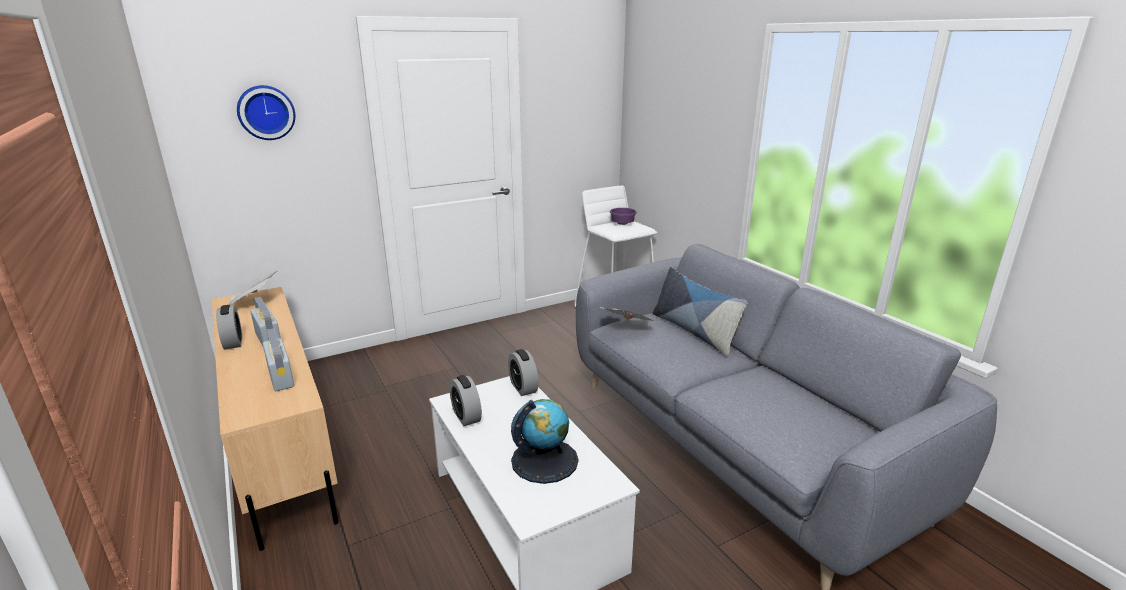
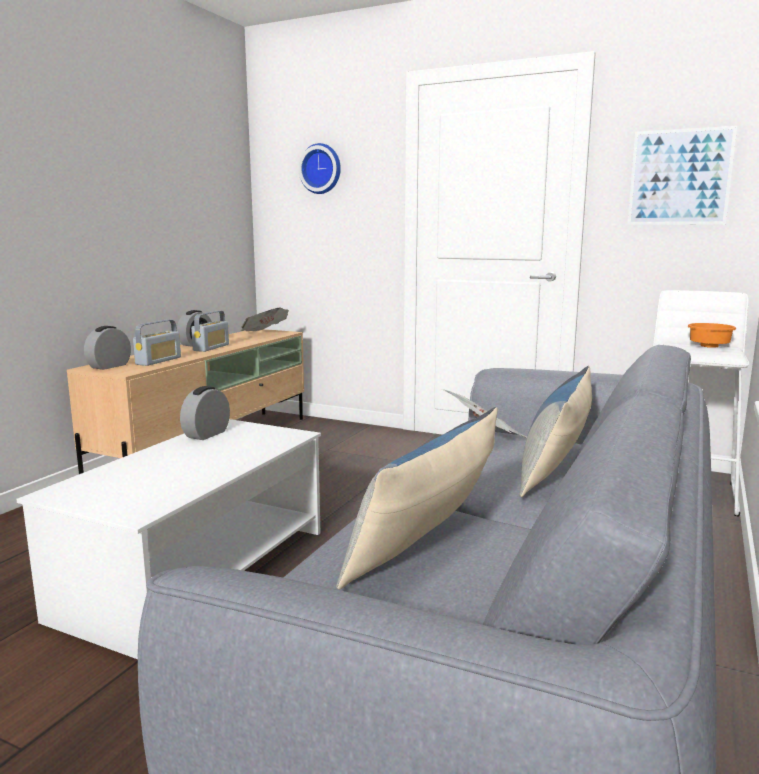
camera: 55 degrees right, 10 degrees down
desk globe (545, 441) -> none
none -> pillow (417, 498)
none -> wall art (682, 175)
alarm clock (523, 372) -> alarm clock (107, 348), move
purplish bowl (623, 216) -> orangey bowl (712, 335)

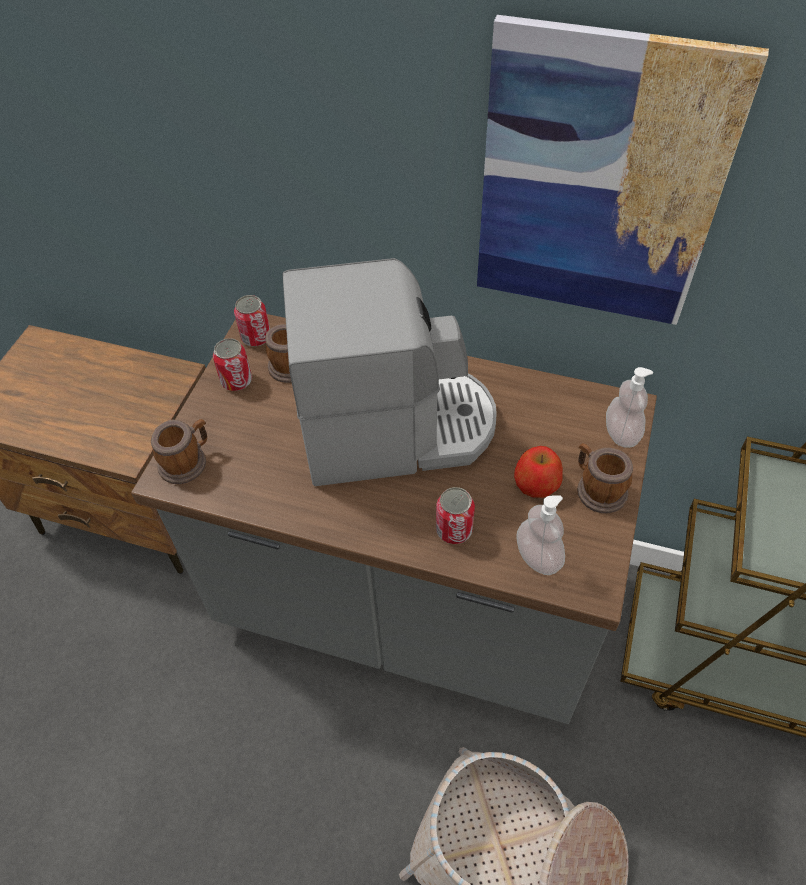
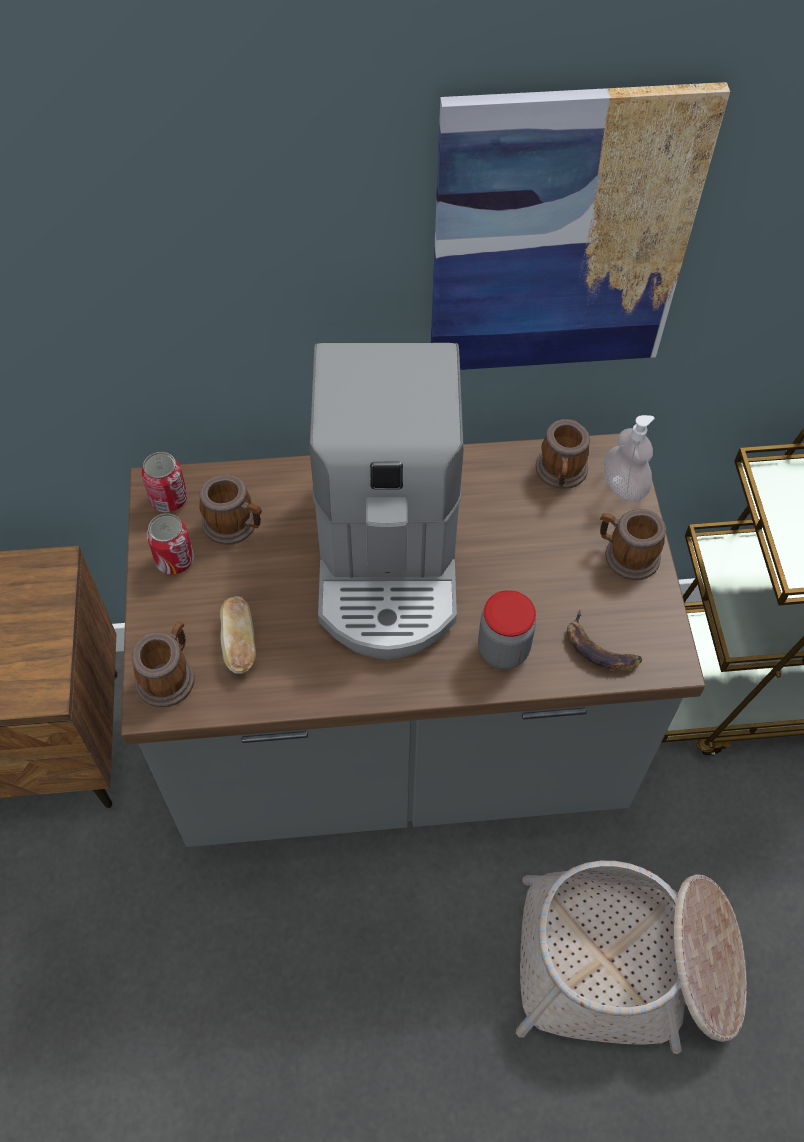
camera: 25 degrees left, 5 degrees up
apple (538, 472) -> none
none -> baked bread (238, 635)
none -> mug (563, 454)
metal can (455, 515) -> storage jar (507, 629)
liquid soap bottle (540, 535) -> banana (604, 640)
coffee brewer (390, 372) -> coffee brewer (387, 501), 120 degrees clockwise

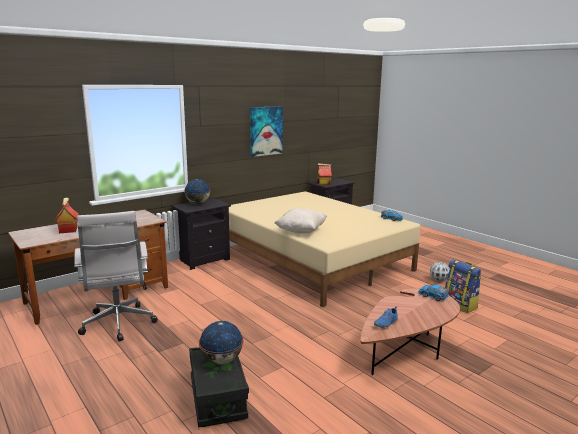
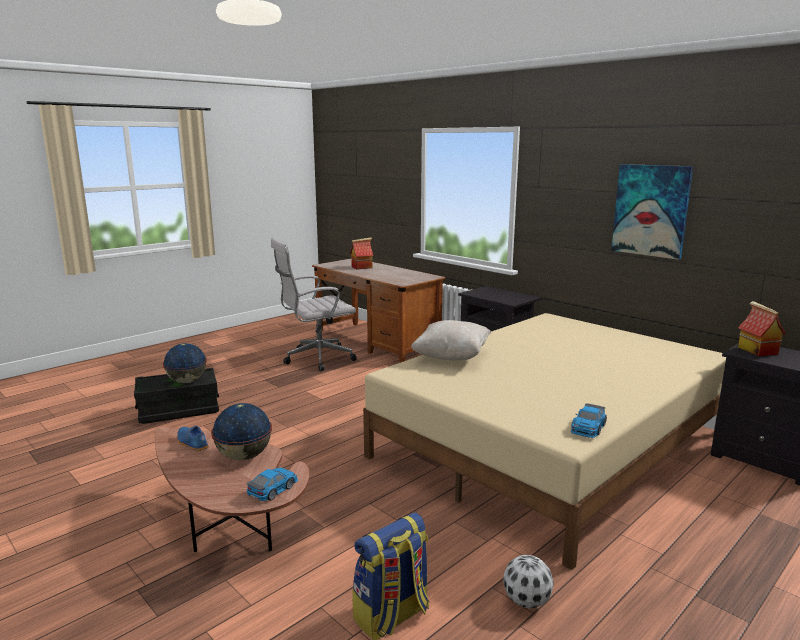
camera: 85 degrees right, 0 degrees up
desk globe (197, 191) -> desk globe (241, 432), move

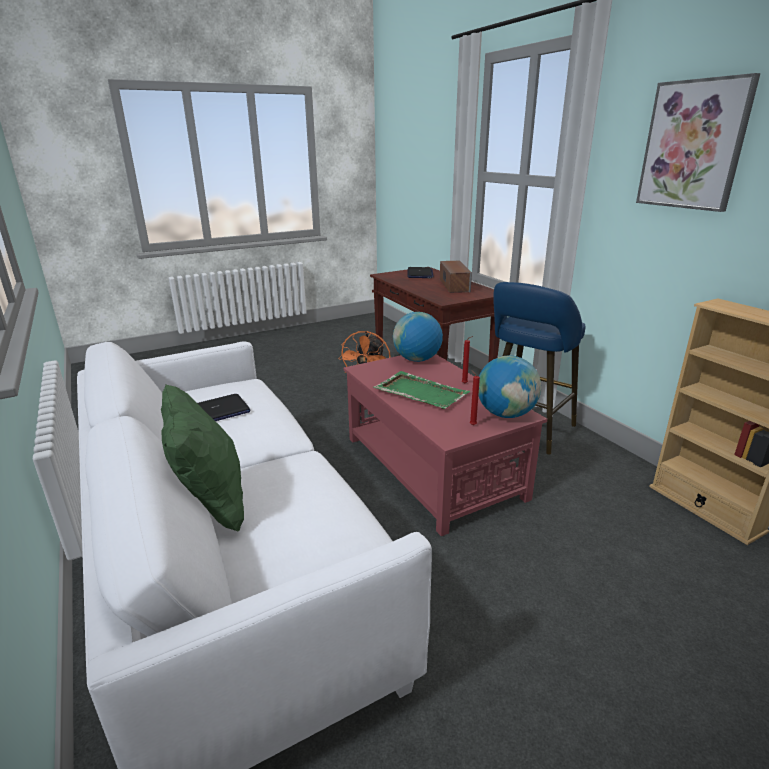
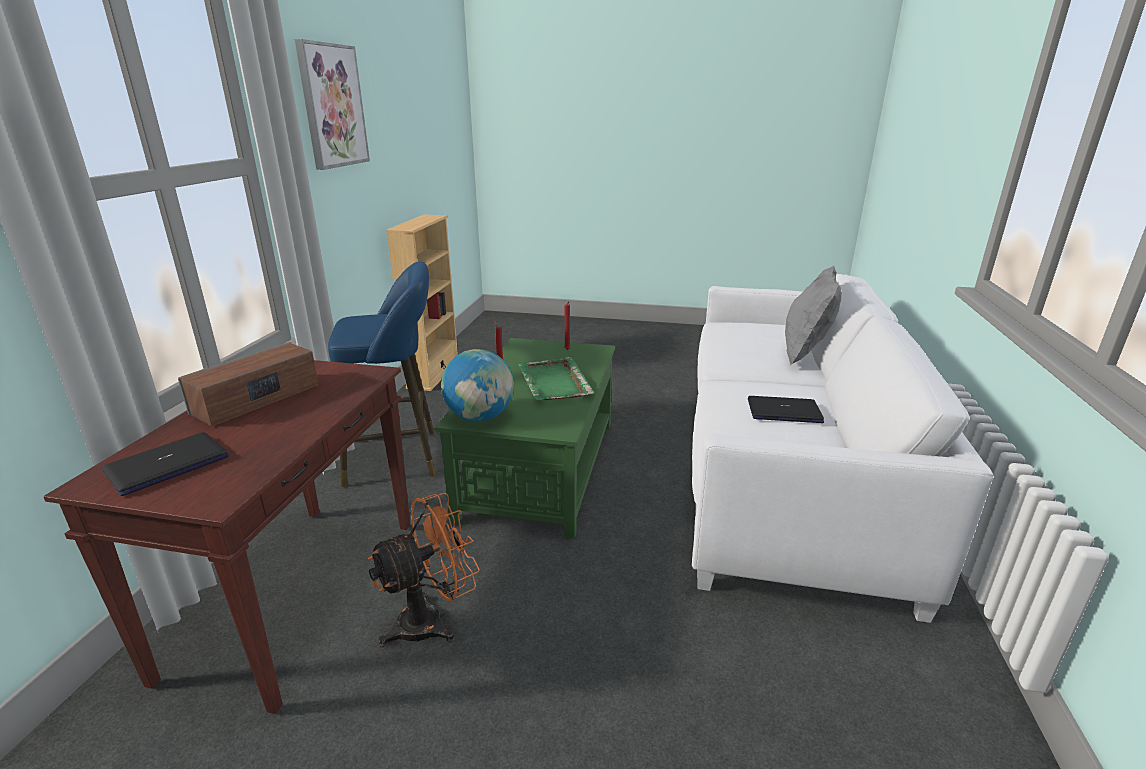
camera: 140 degrees left, 0 degrees up
desk globe (509, 386) -> none
green pillow (202, 457) -> grey pillow (813, 315)
reddish low table (445, 445) -> green low table (525, 438)

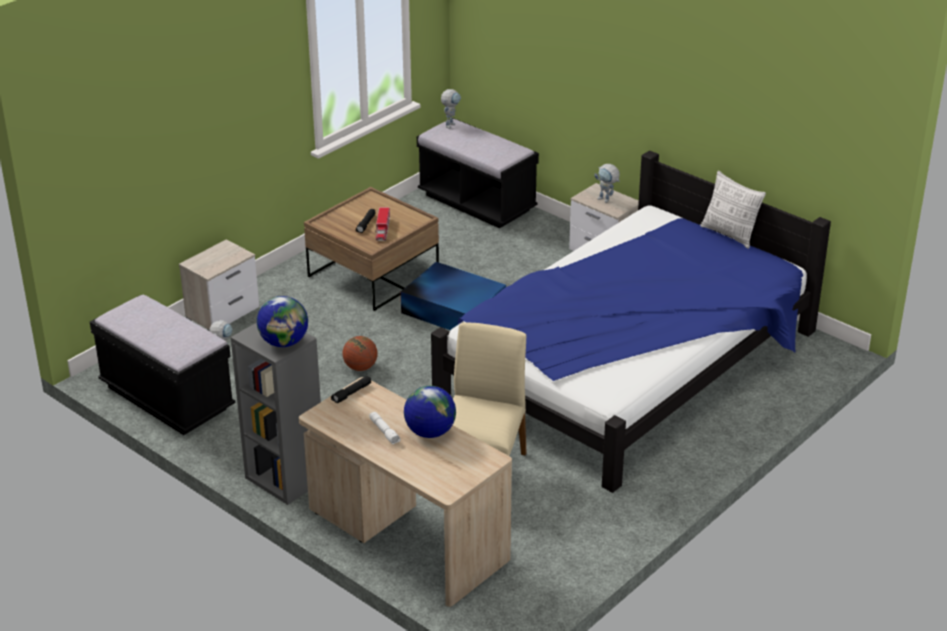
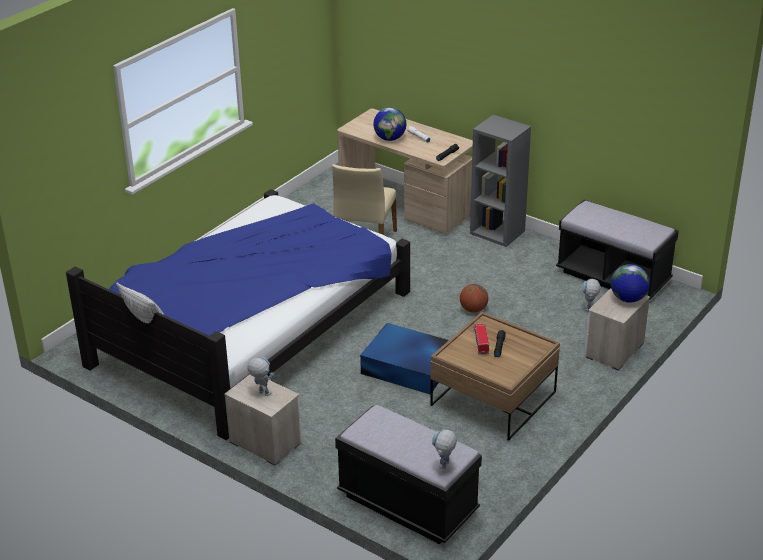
camera: 175 degrees right, 0 degrees up
desk globe (282, 321) -> desk globe (630, 283), move

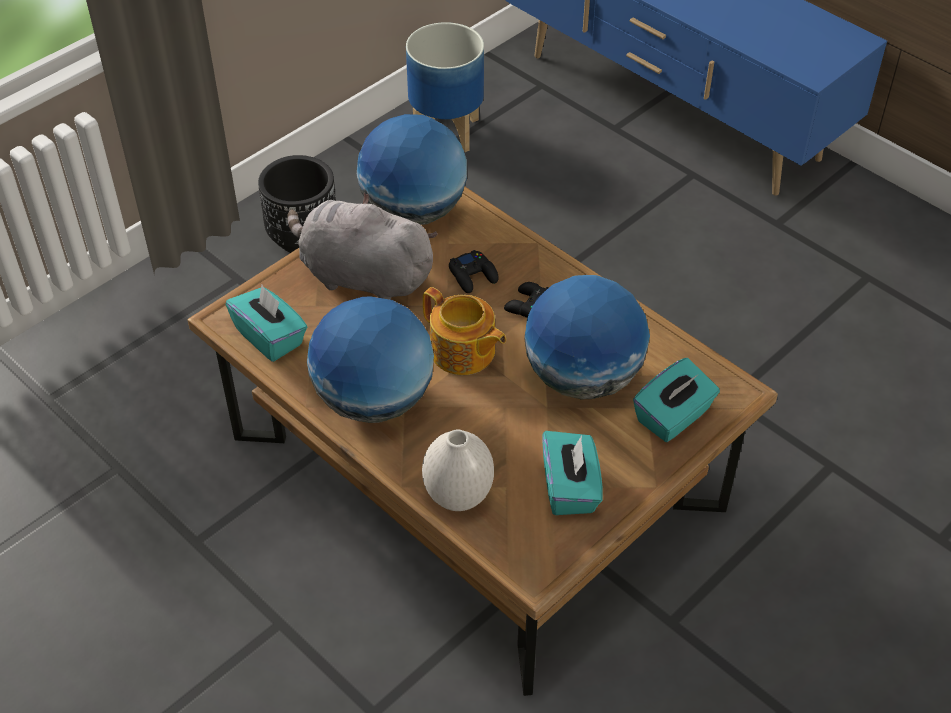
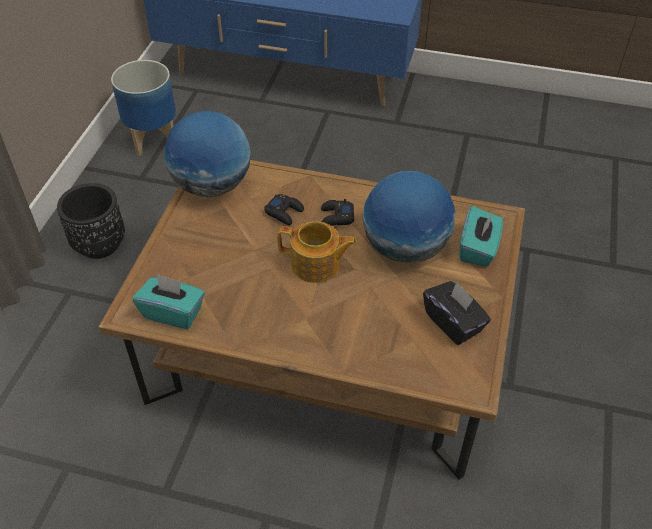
camera: 30 degrees left, 0 degrees up
grey cuddly toy (362, 246) -> none
desk globe (370, 359) -> none
white-coloured decorative vase (458, 470) -> none
turquoise tissue holder (572, 473) -> black tissue holder (457, 313)

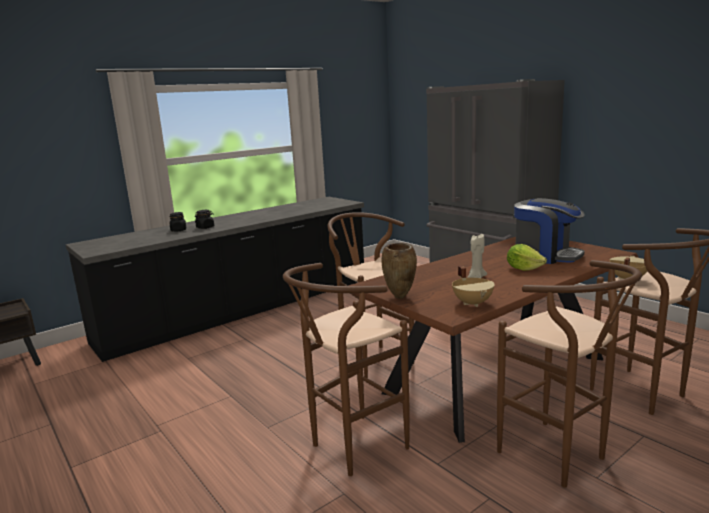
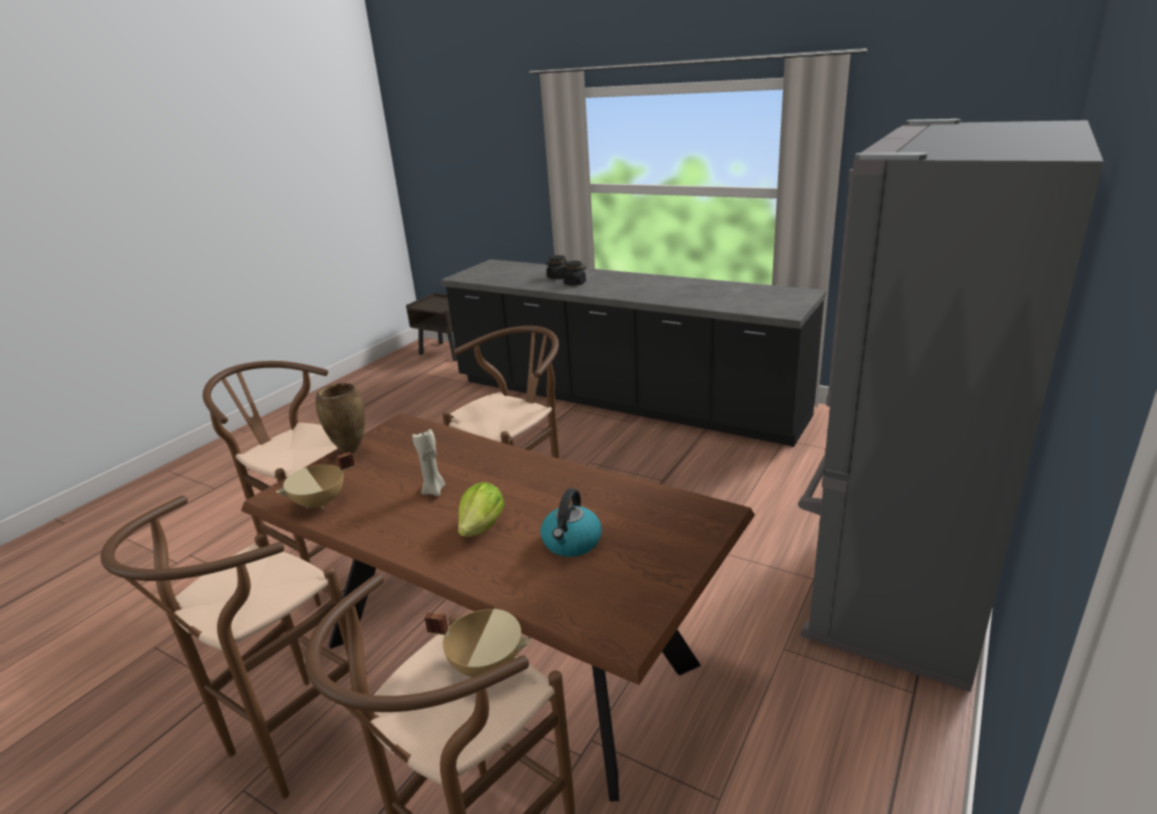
camera: 70 degrees right, 10 degrees up
coffee brewer (549, 231) -> water kettle (571, 522)

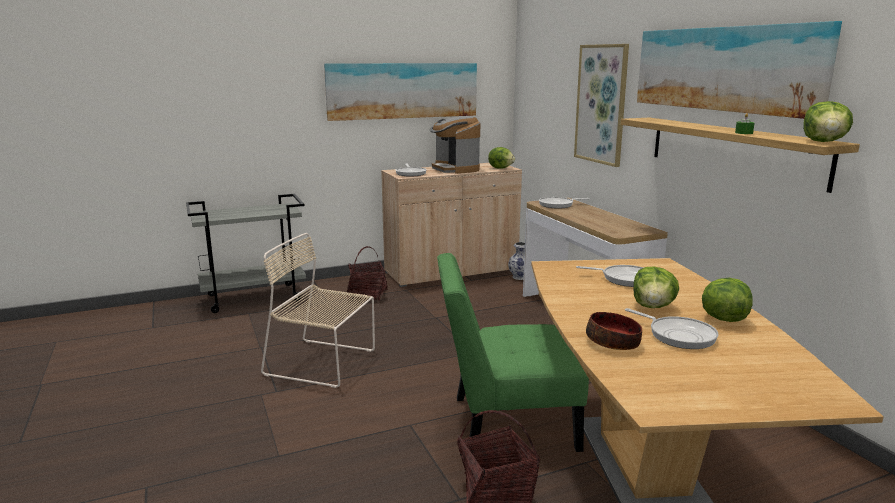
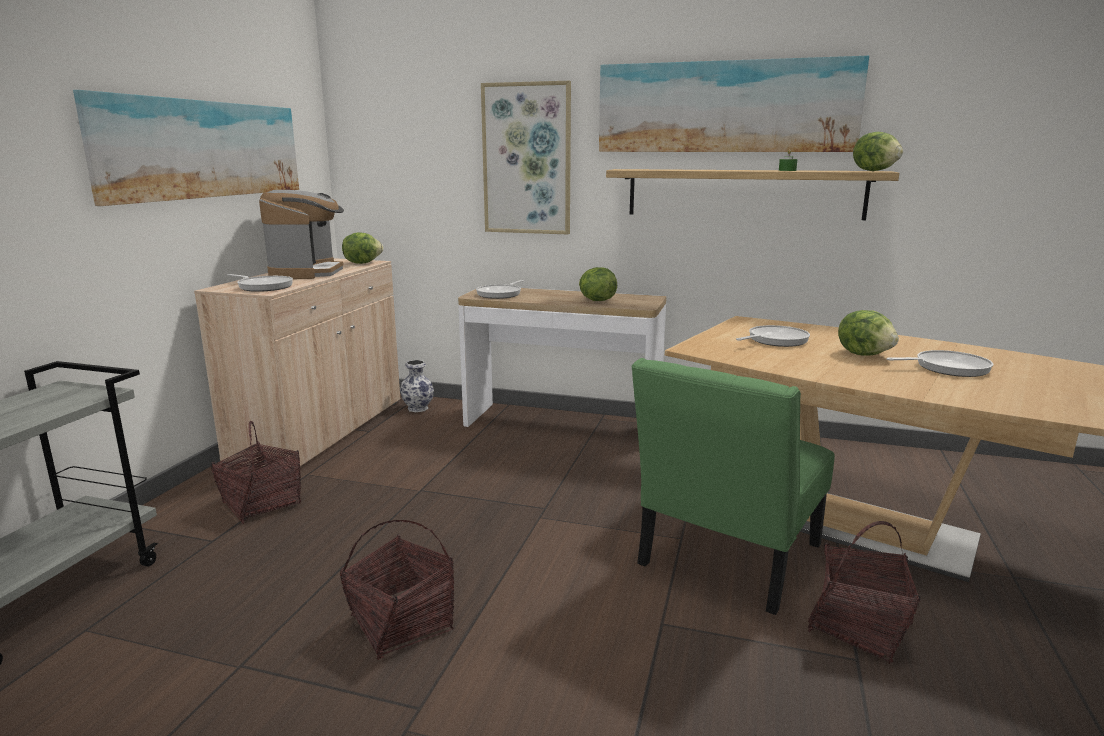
camera: 50 degrees left, 0 degrees up
bowl (614, 331) -> none
head of lettuce (727, 300) -> head of lettuce (598, 284), move
beige chair (318, 310) -> basket (397, 590)
coffee brewer (455, 145) -> coffee brewer (301, 234), 105 degrees counterclockwise

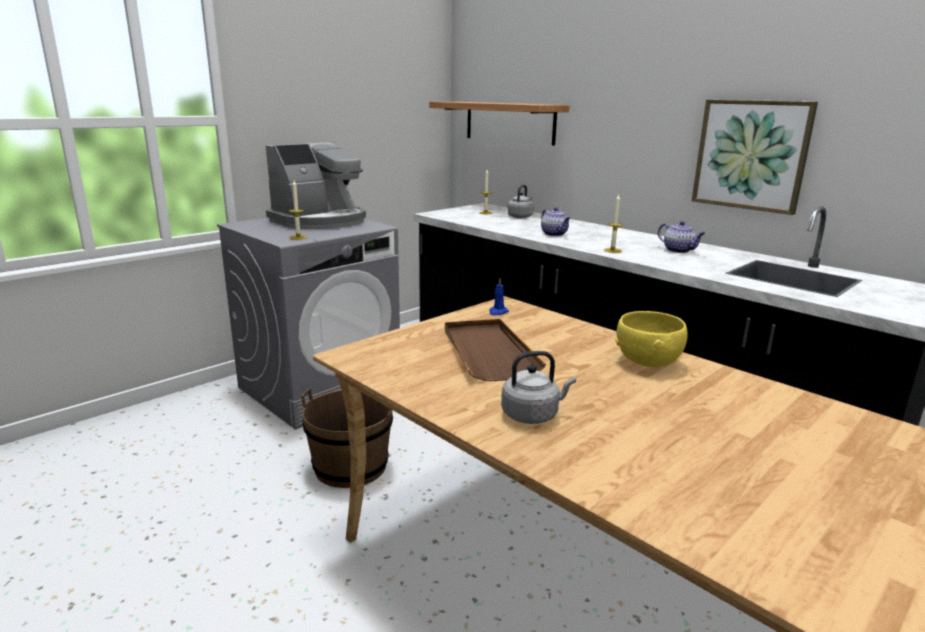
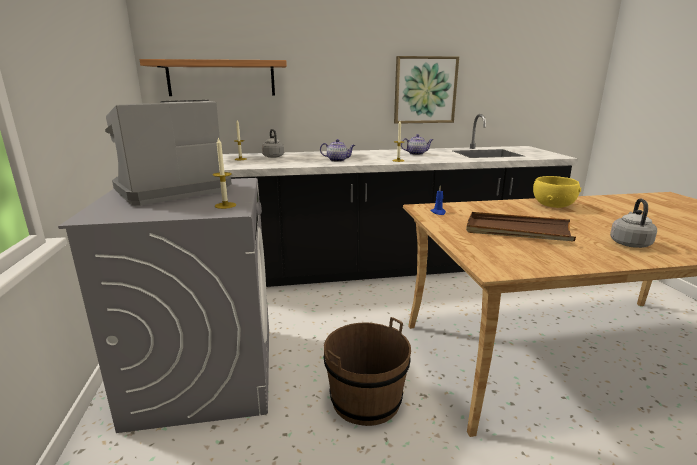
camera: 55 degrees left, 0 degrees up
coffee brewer (316, 185) -> coffee brewer (168, 153), 120 degrees counterclockwise

